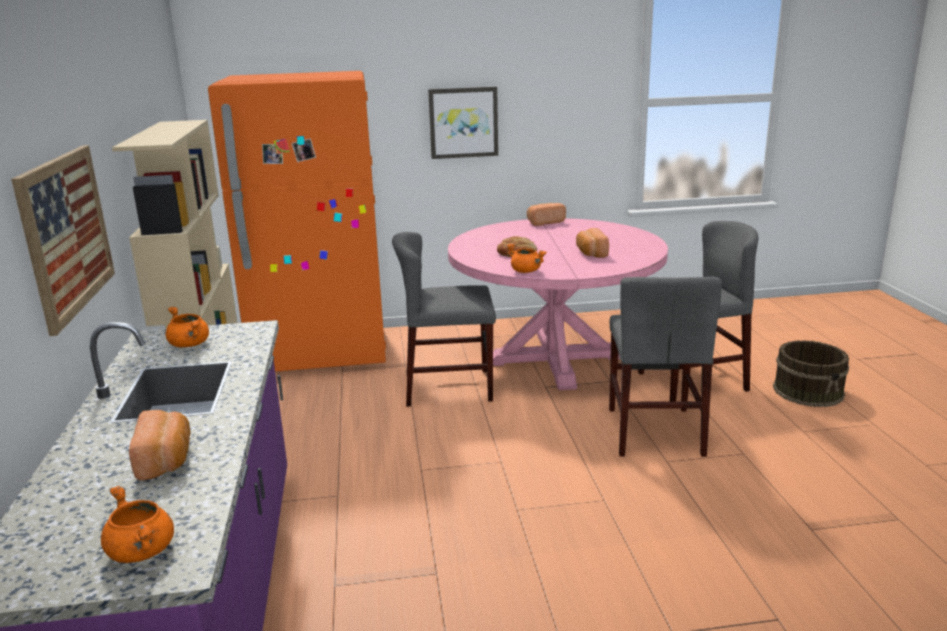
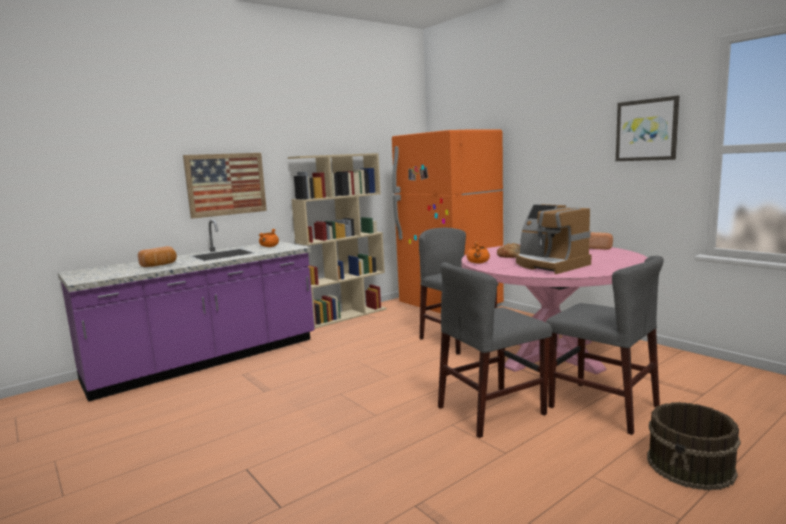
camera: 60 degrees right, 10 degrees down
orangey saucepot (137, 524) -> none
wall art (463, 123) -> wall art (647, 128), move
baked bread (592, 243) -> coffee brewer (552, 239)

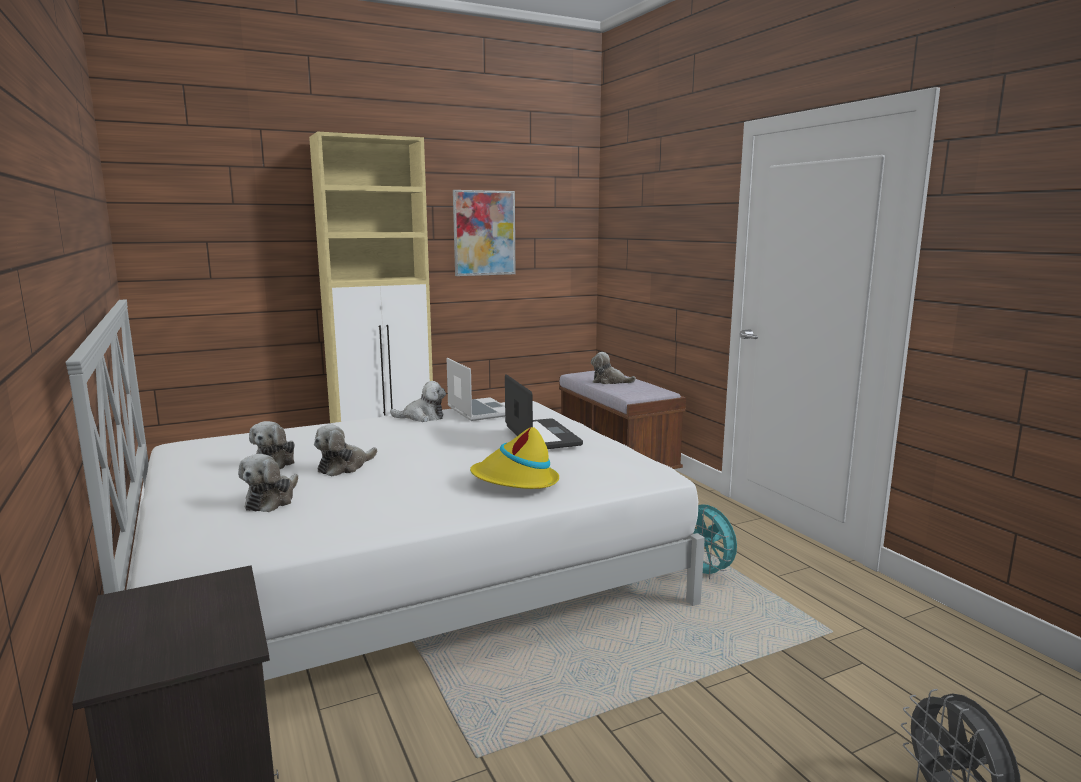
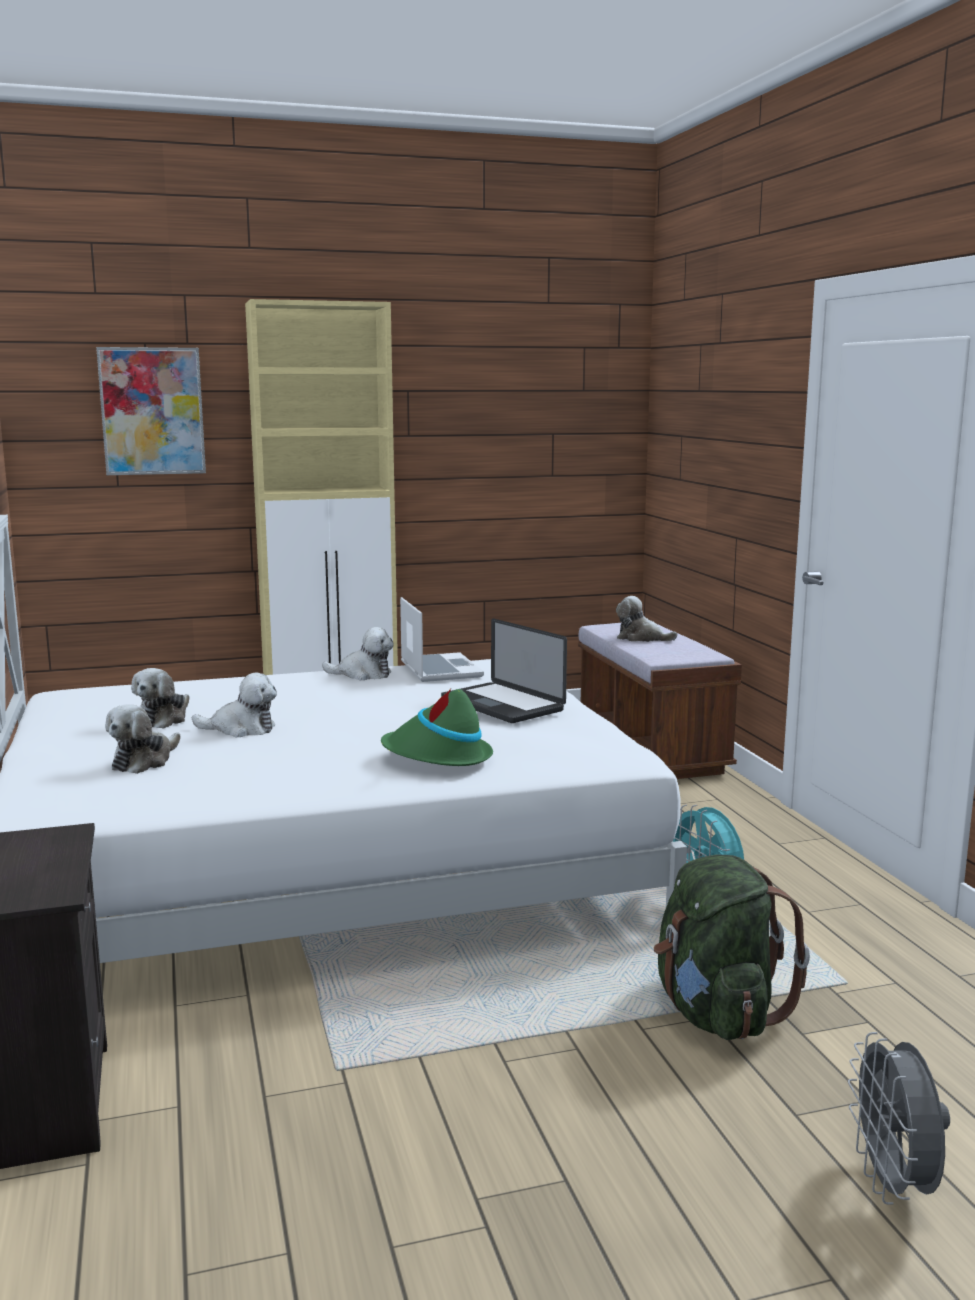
camera: 10 degrees right, 0 degrees up
none -> green backpack (732, 947)
wall art (484, 233) -> wall art (151, 411), move
yellow-coloured wearable hat (514, 458) -> green wearable hat (437, 727)
cuddly toy (345, 451) -> cuddly toy (234, 704), 135 degrees counterclockwise
notebook computer (544, 411) -> notebook computer (504, 671), 150 degrees clockwise

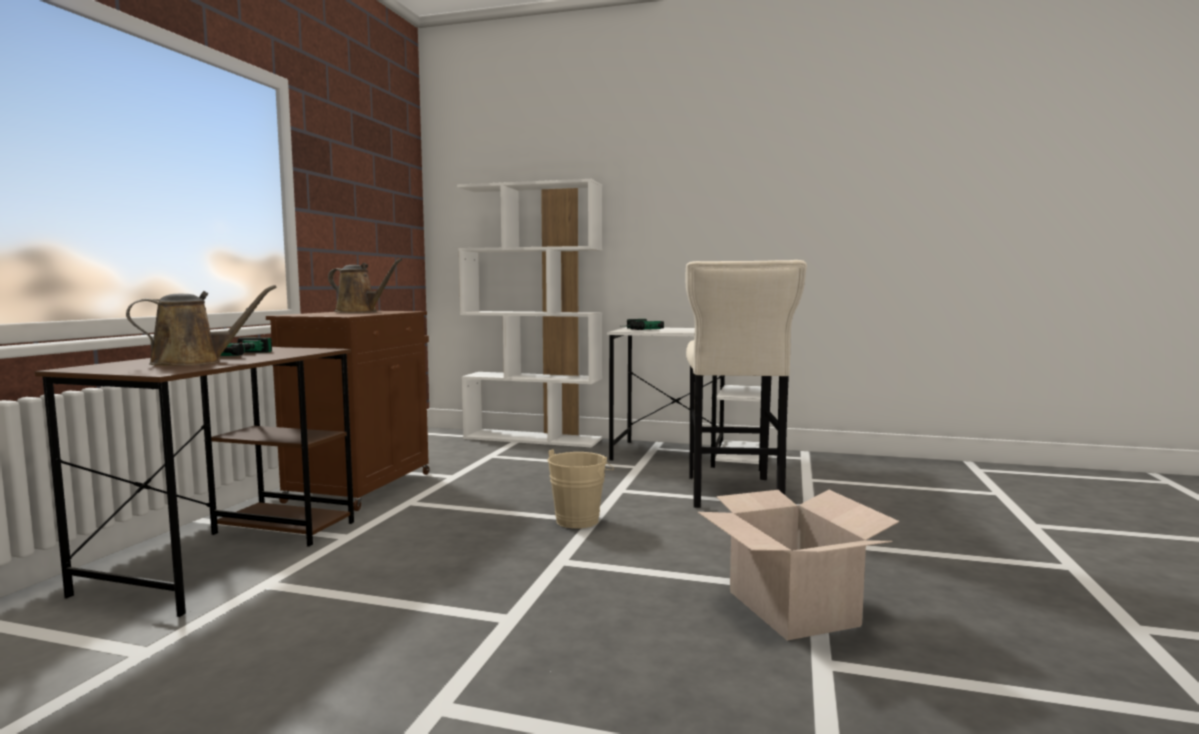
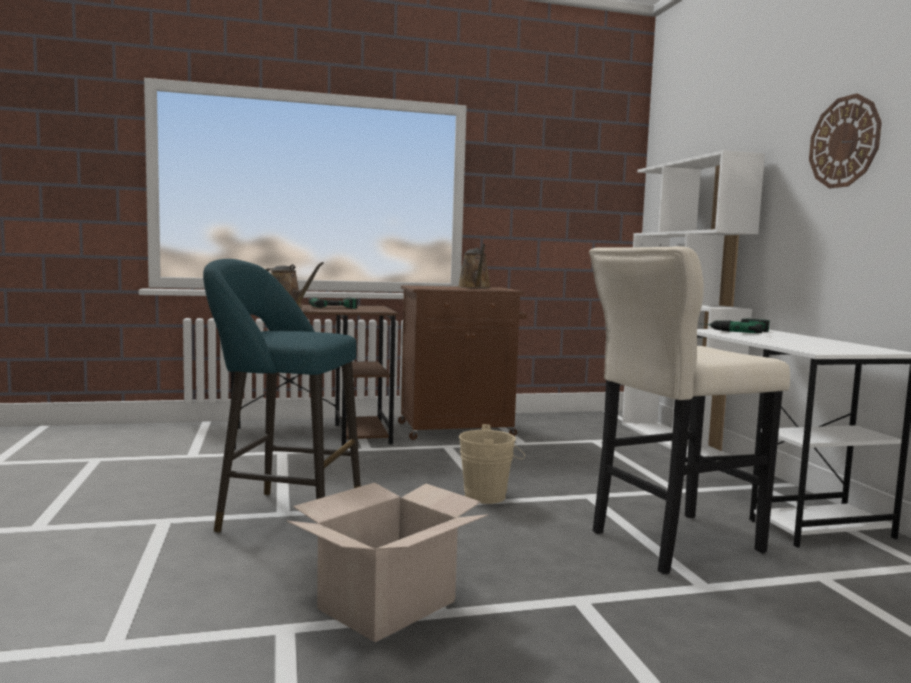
camera: 60 degrees right, 0 degrees up
none -> turquoise stool (282, 395)
none -> hanging clock (845, 140)

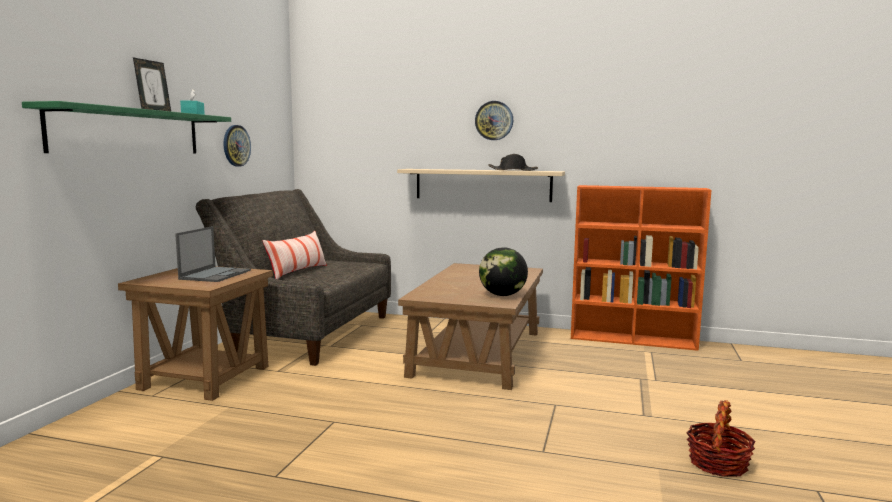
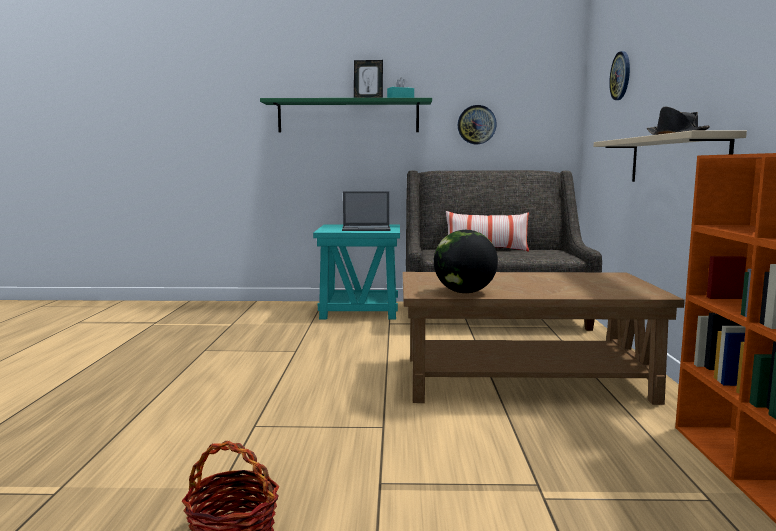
camera: 75 degrees right, 0 degrees up
hanging clock (494, 120) -> hanging clock (619, 75), move
brown-coloured accent table (195, 333) -> turquoise accent table (356, 271)

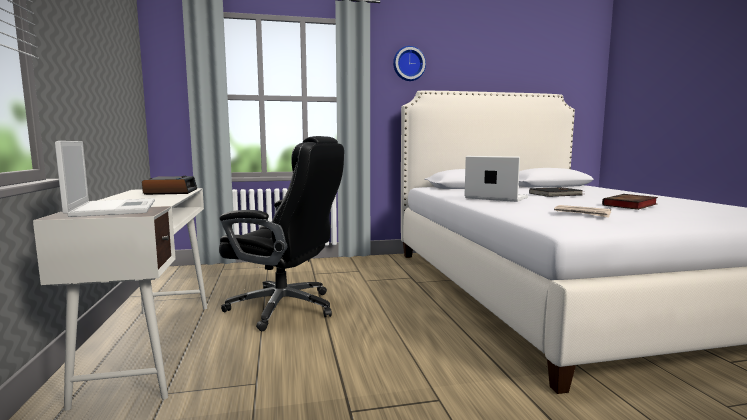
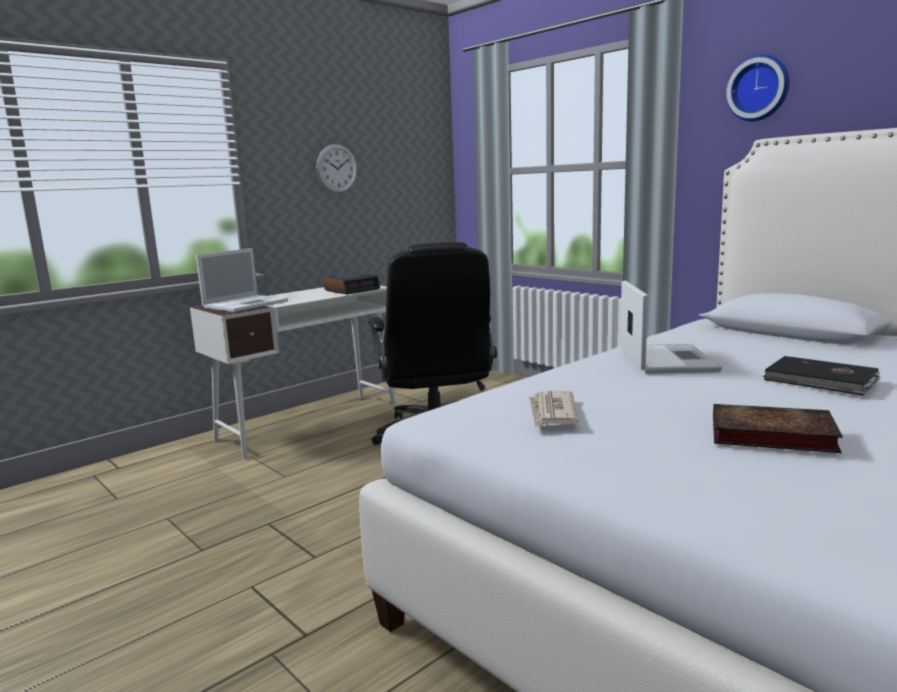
camera: 60 degrees right, 5 degrees up
none -> hanging clock (337, 168)

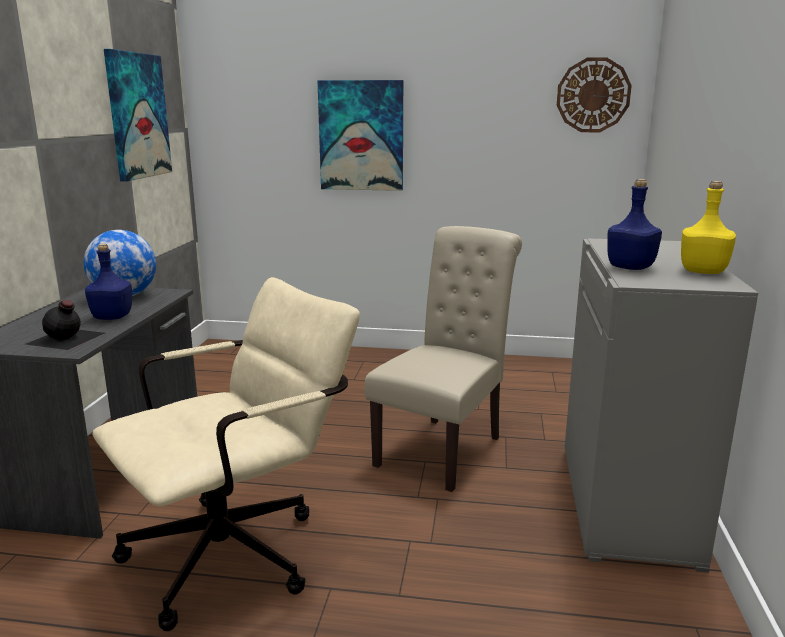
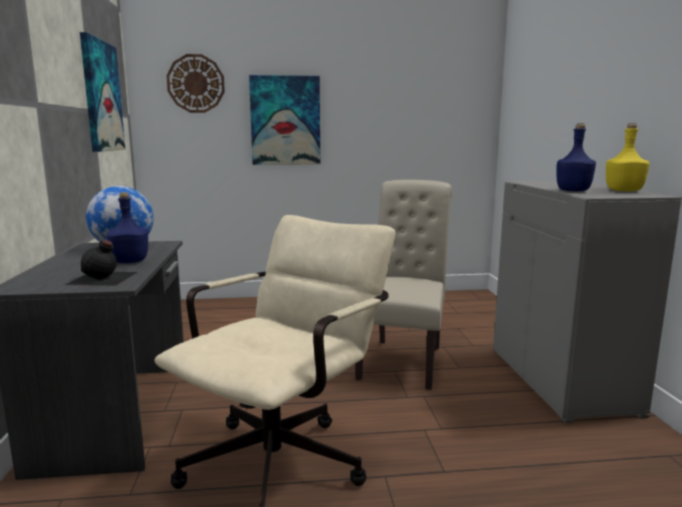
camera: 15 degrees left, 5 degrees down
hanging clock (594, 94) -> hanging clock (196, 83), move

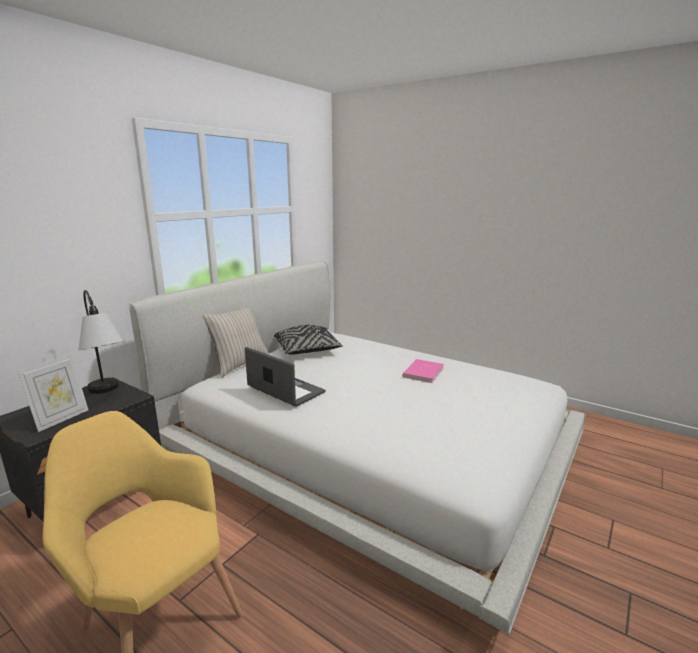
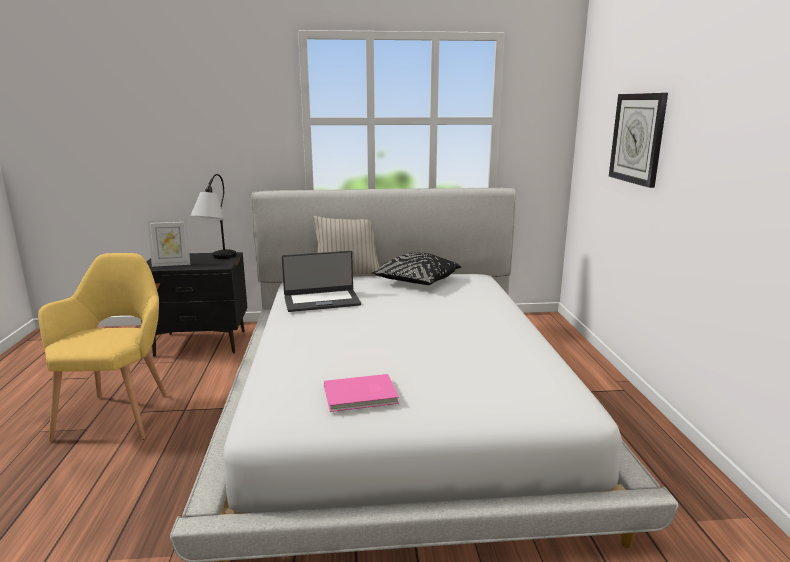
camera: 50 degrees right, 0 degrees up
none -> hanging clock (638, 140)
pink book (423, 371) -> pink book (361, 393), move
notebook computer (285, 377) -> notebook computer (321, 281), 75 degrees clockwise

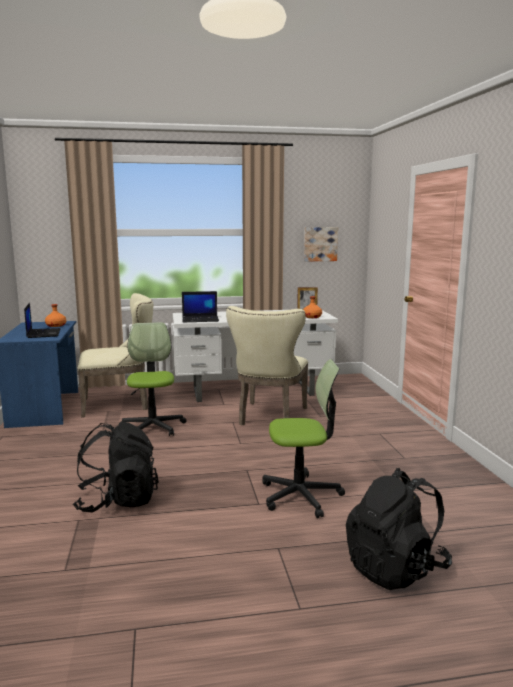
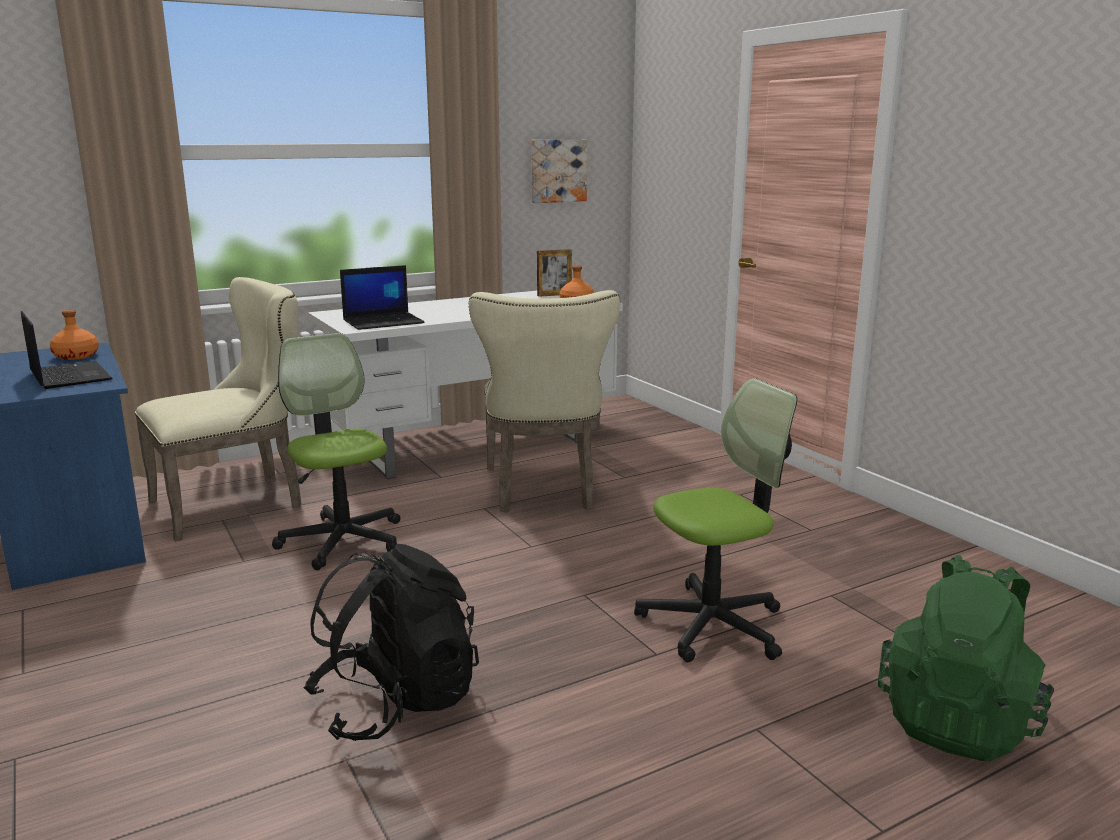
camera: 20 degrees left, 5 degrees up
black backpack (399, 529) -> green backpack (966, 658)

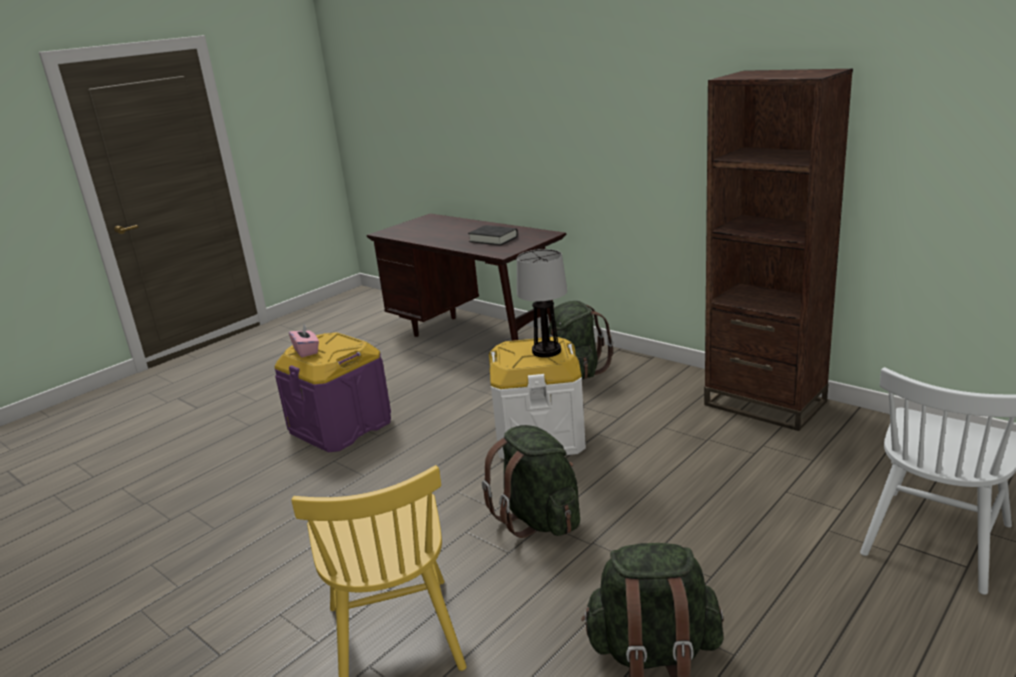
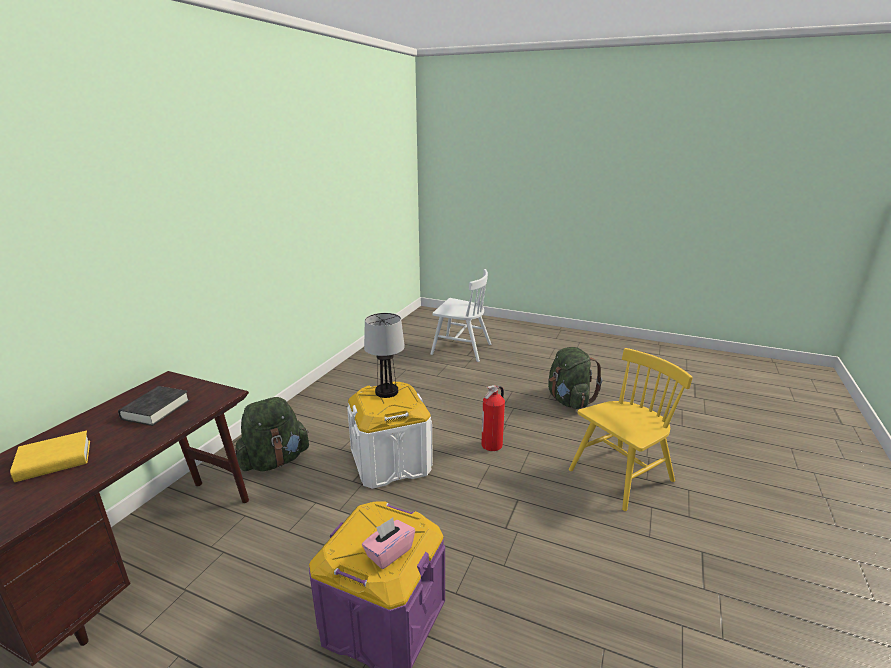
camera: 110 degrees left, 0 degrees up
brown-coloured shelving unit (778, 250) -> none
none -> yellow-coloured book (50, 456)
green backpack (531, 481) -> fire extinguisher (493, 418)

